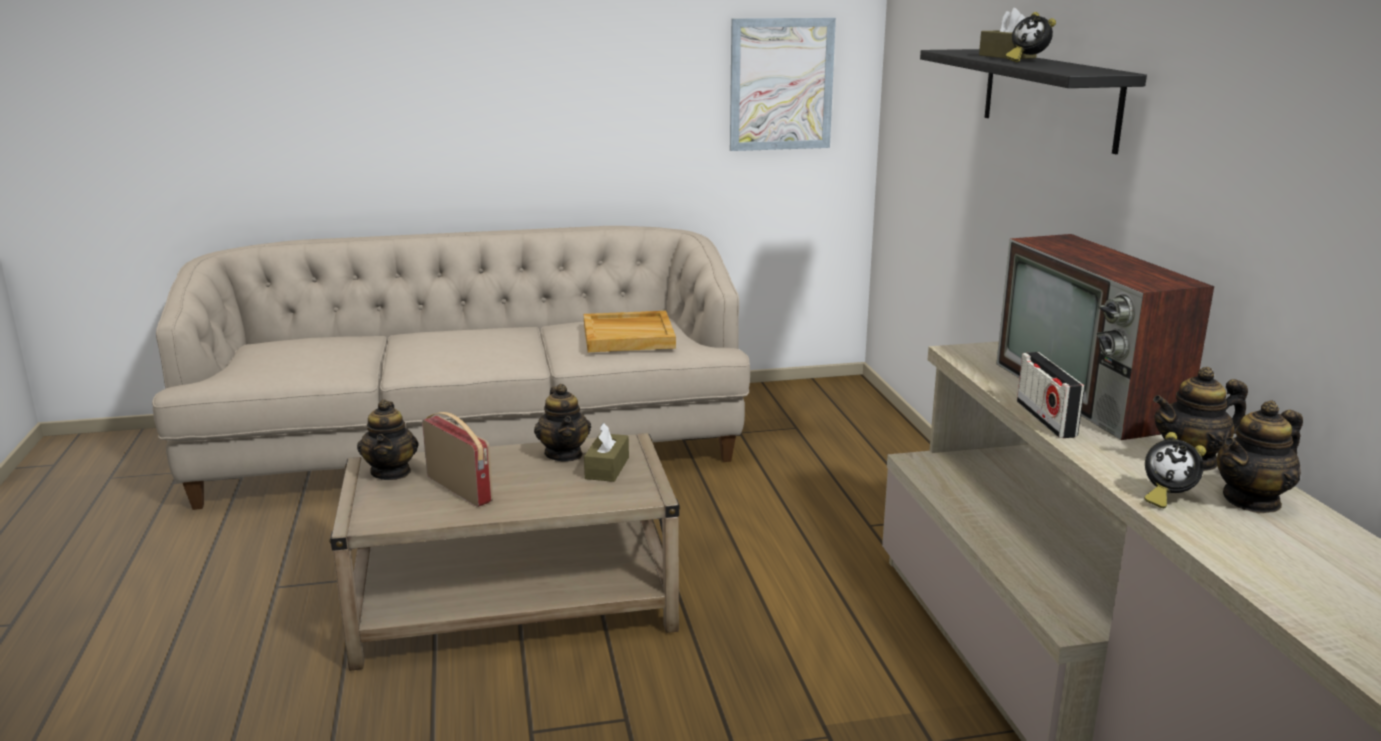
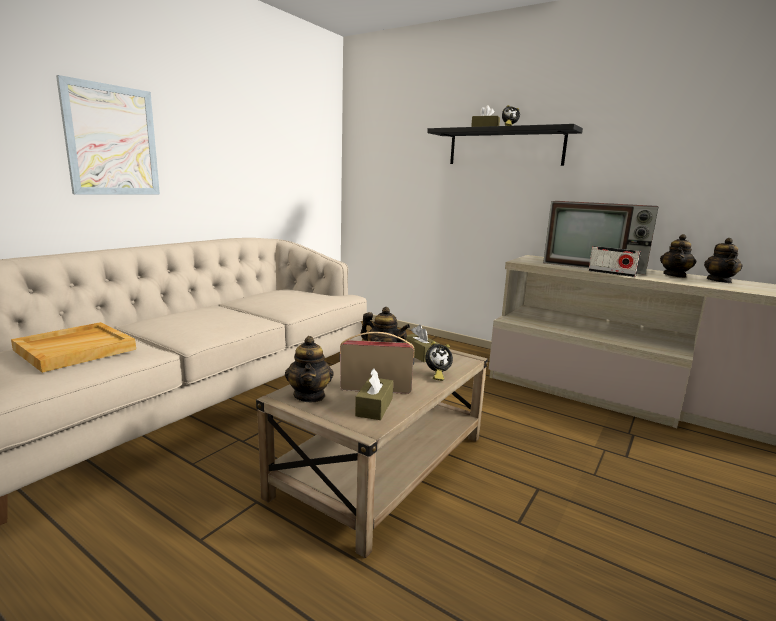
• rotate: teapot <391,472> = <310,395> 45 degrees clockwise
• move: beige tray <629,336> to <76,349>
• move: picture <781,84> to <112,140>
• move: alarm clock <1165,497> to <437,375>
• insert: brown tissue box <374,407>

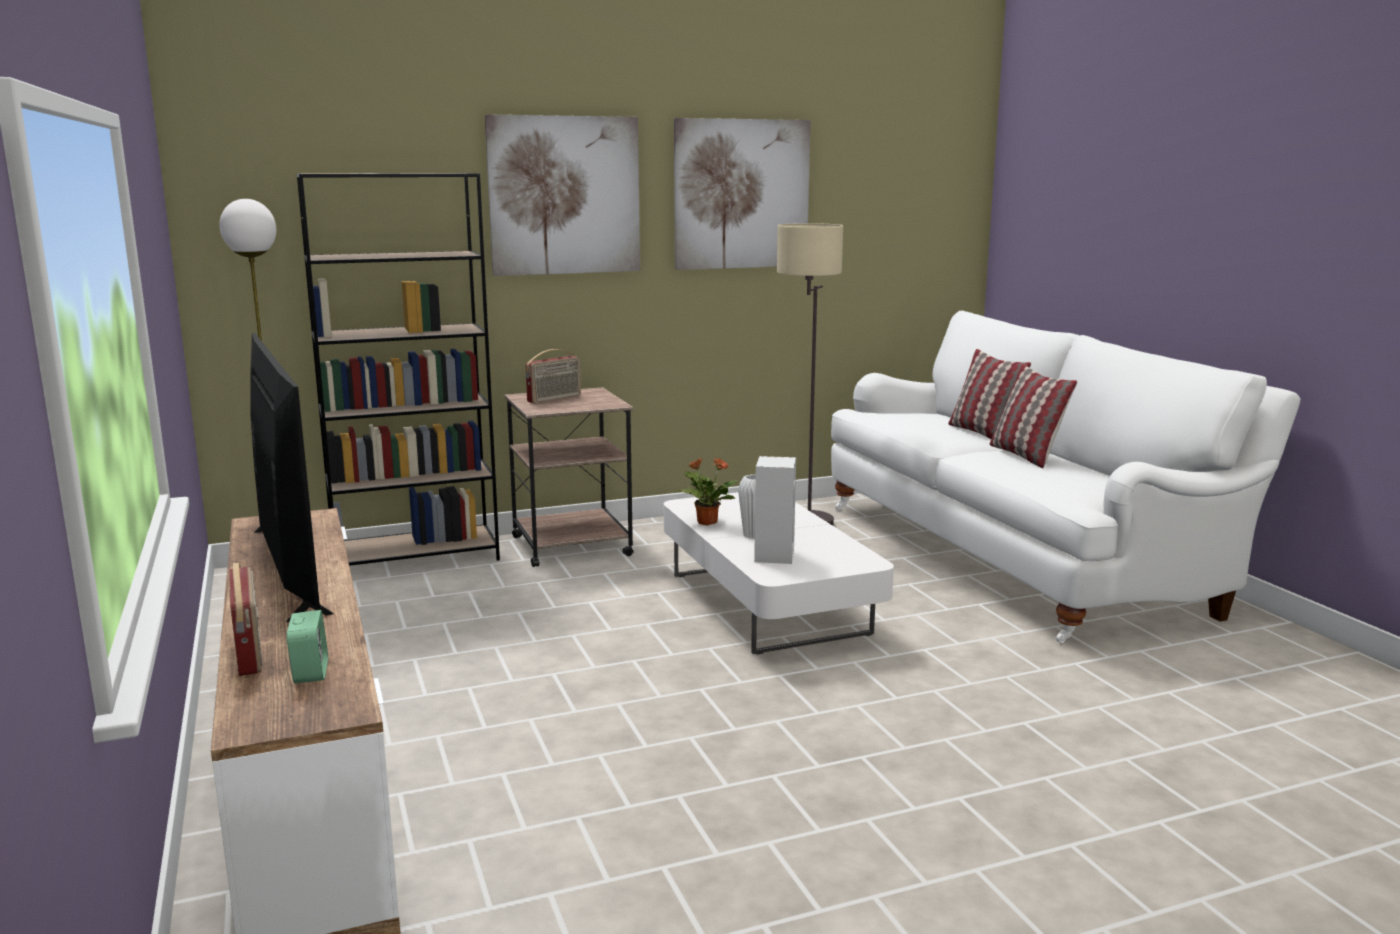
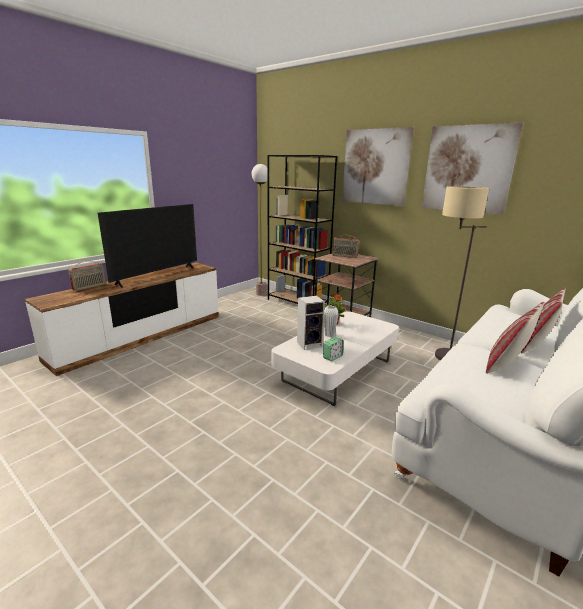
• move: alarm clock <310,672> to <332,357>

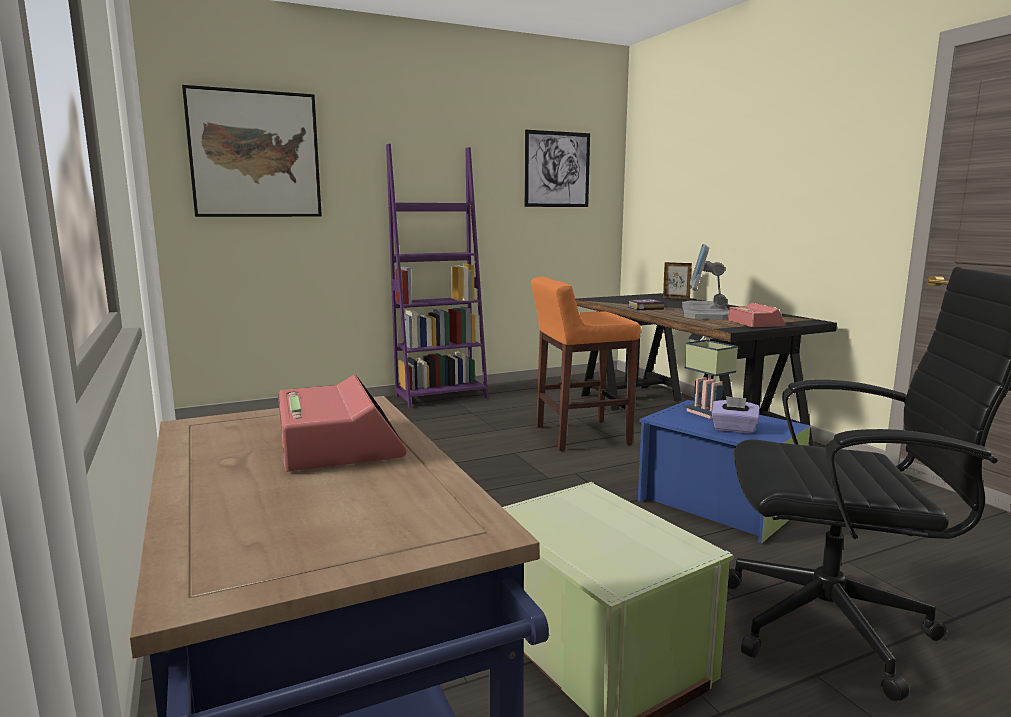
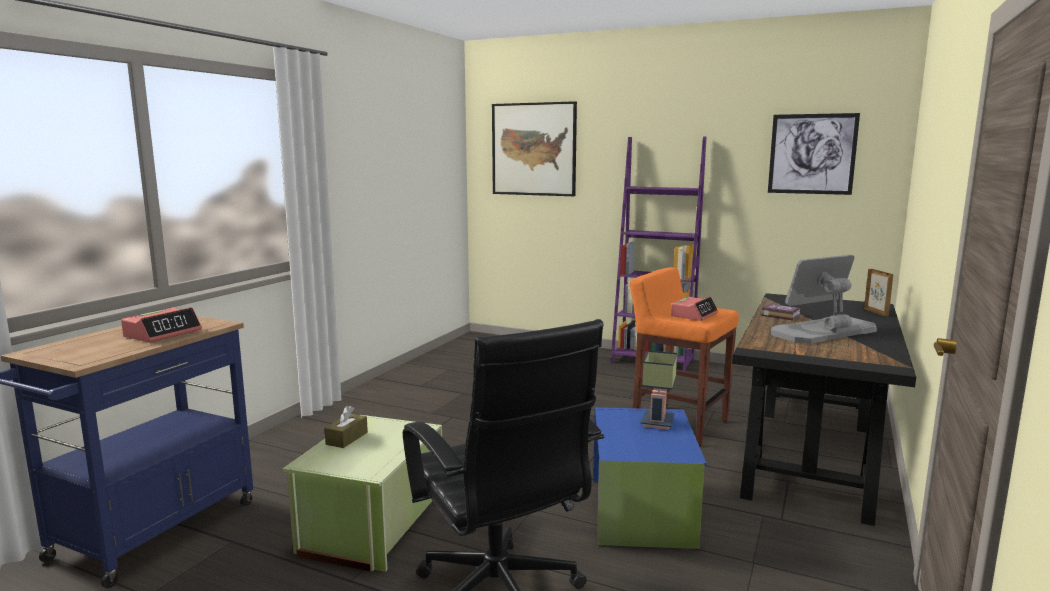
• delete: purple tissue box <733,429>
• move: alarm clock <755,323> to <694,315>
• insert: brown tissue box <347,438>

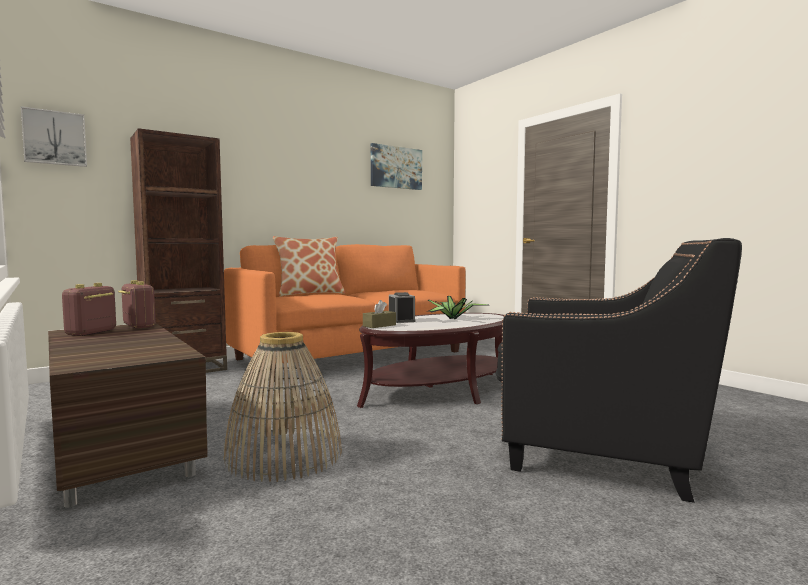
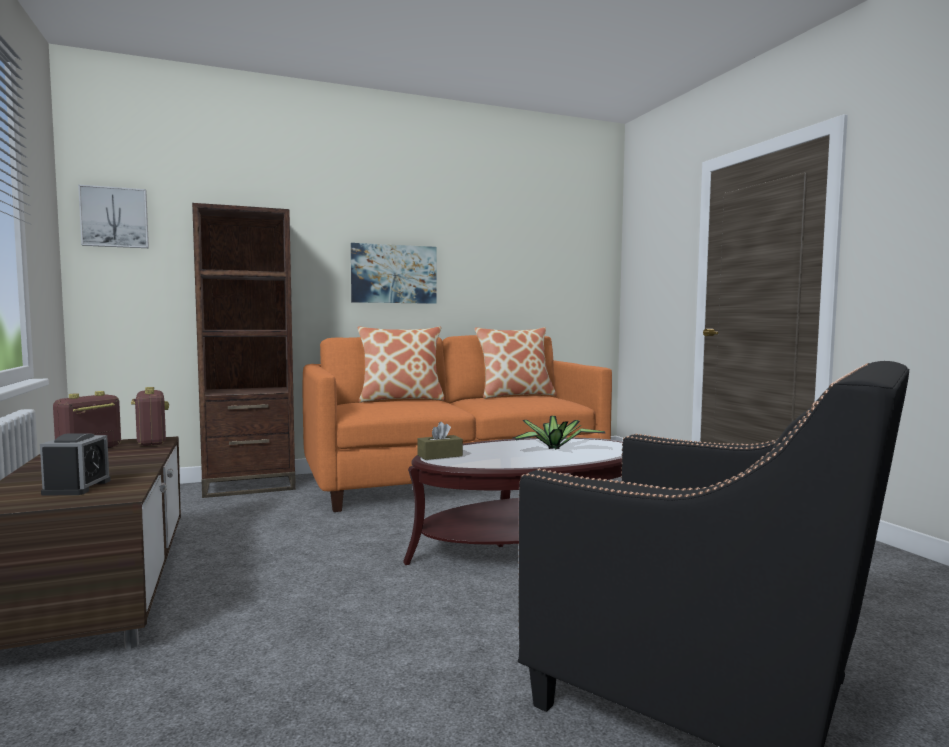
• delete: basket <284,455>
• move: picture <396,167> to <394,274>
• move: alarm clock <401,320> to <77,487>
• insert: pillow <515,395>

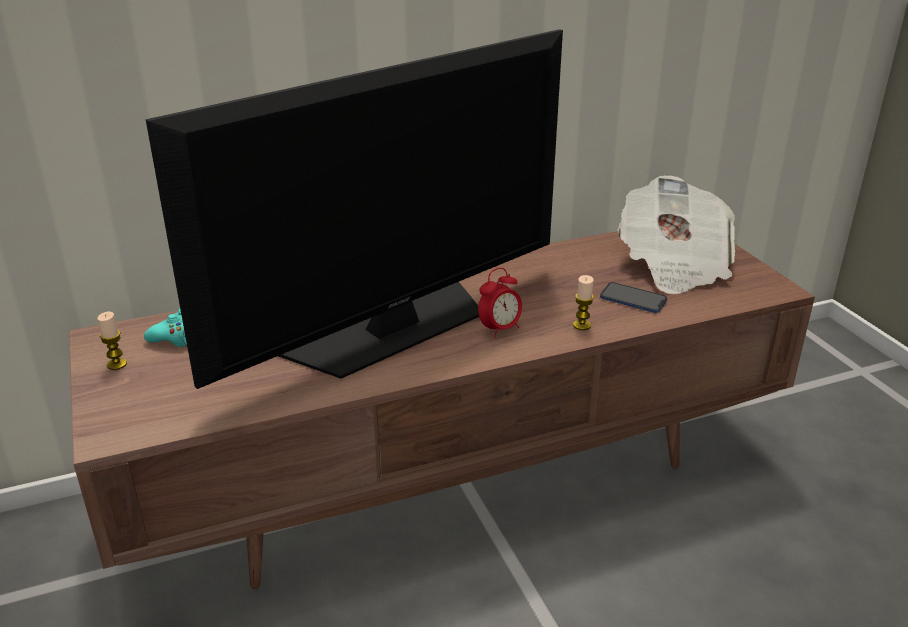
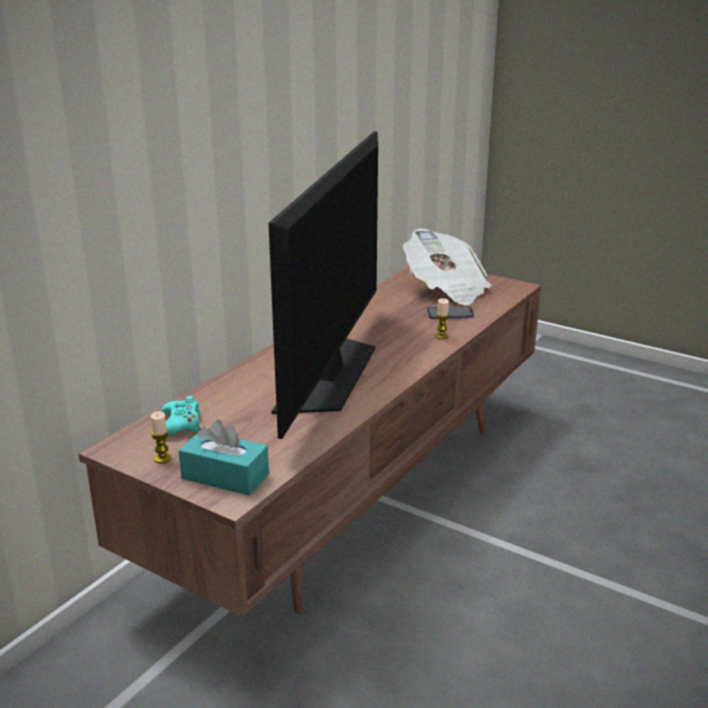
• delete: alarm clock <500,329>
• insert: turquoise tissue box <225,476>

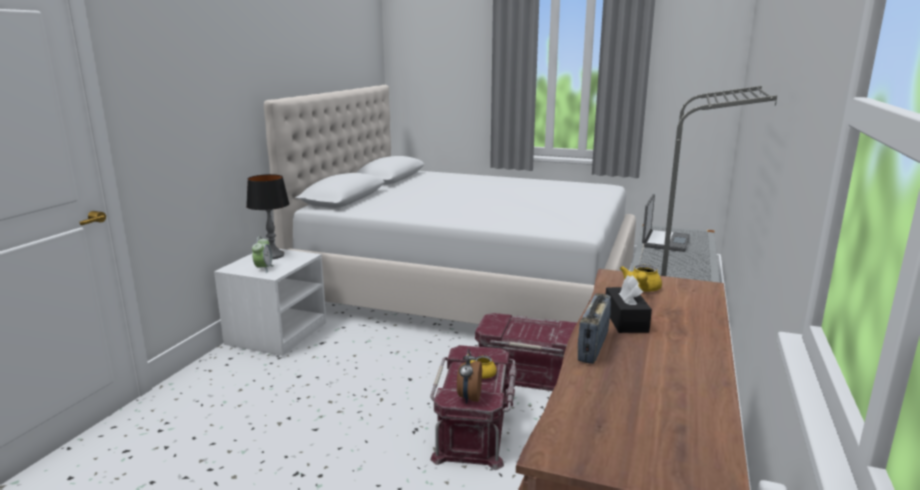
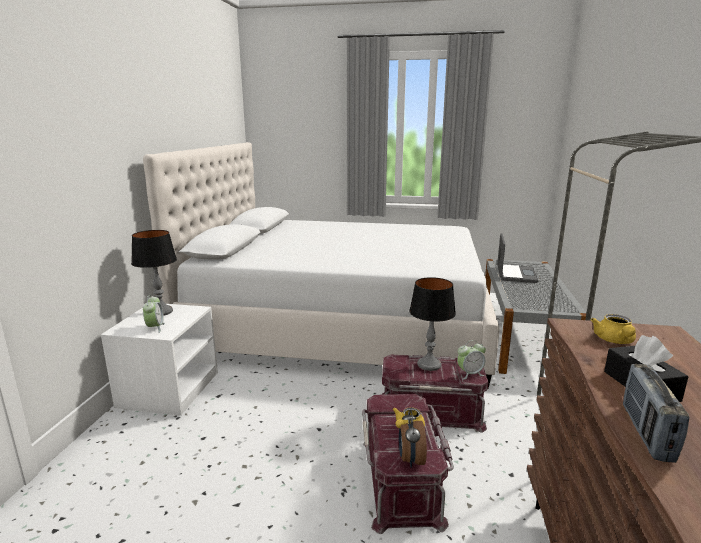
• insert: table lamp <429,365>
• insert: alarm clock <470,374>

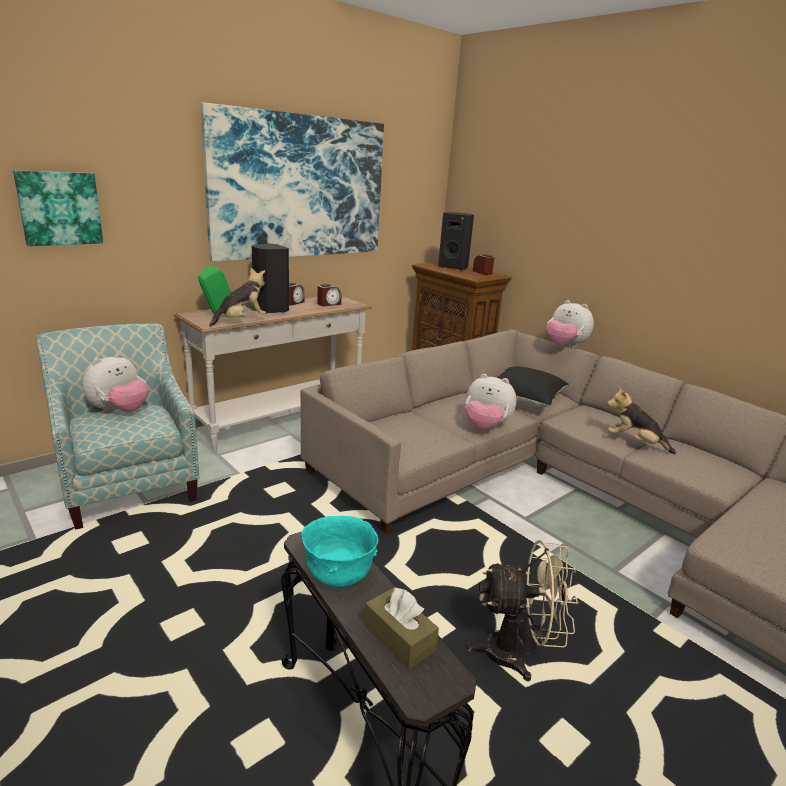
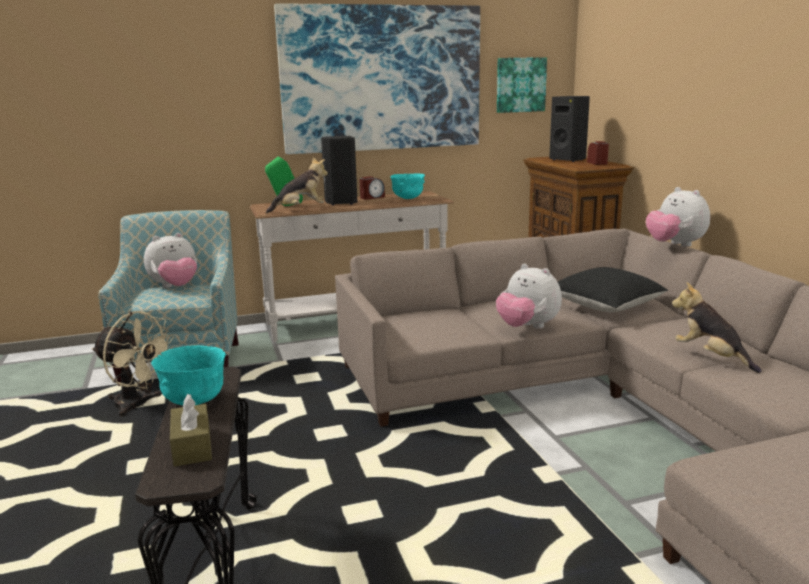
• move: picture <59,208> to <520,85>
• replace: alarm clock <328,304> to turquoise bowl <407,198>
• move: beige fan <516,654> to <138,405>

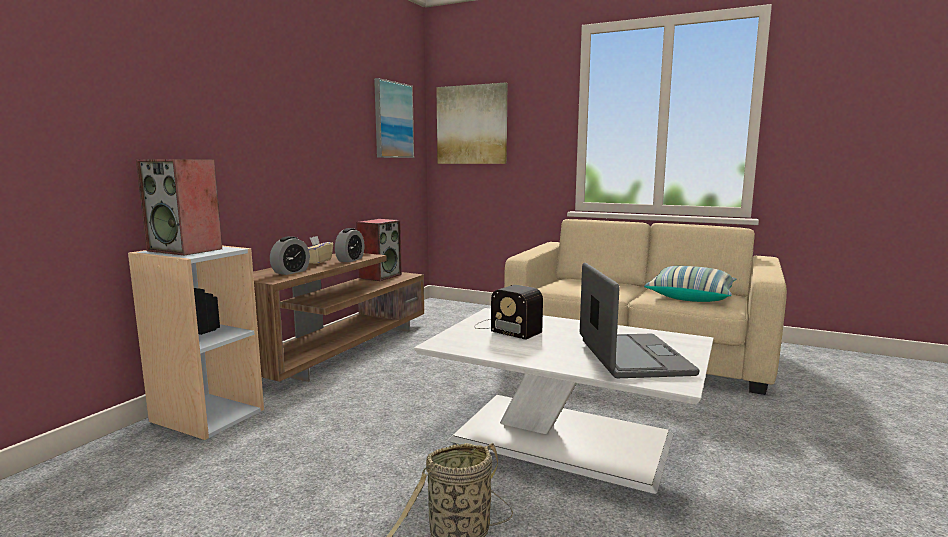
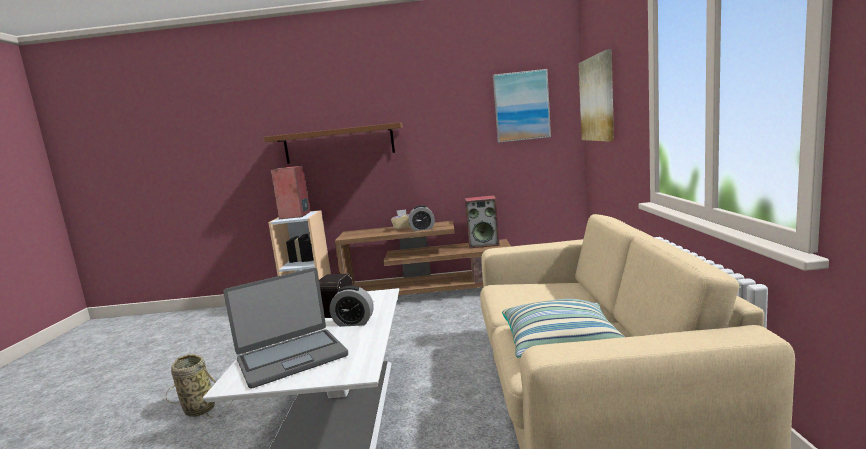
• move: alarm clock <291,272> to <353,323>
• insert: brown shelf <339,144>

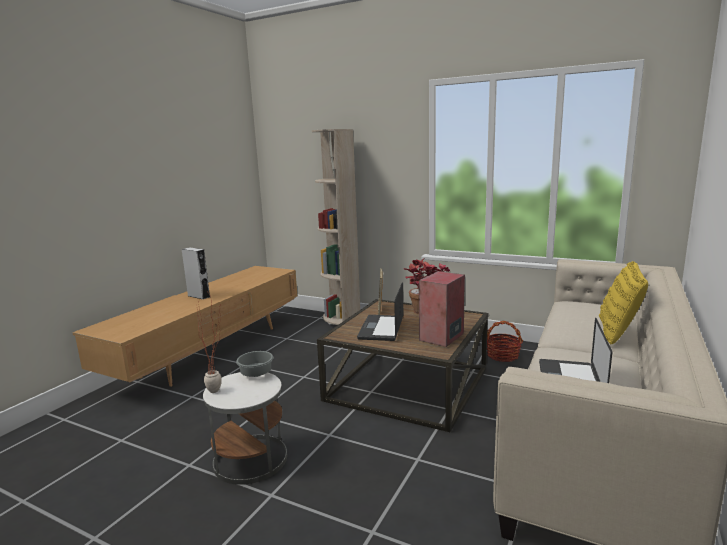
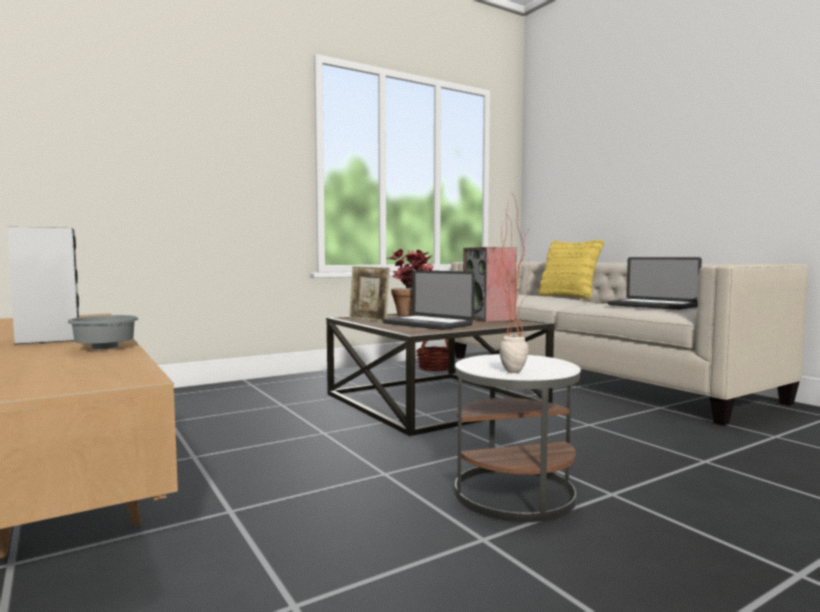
• move: grey bowl <255,374> to <103,348>
• delete: beige bookcase <339,322>

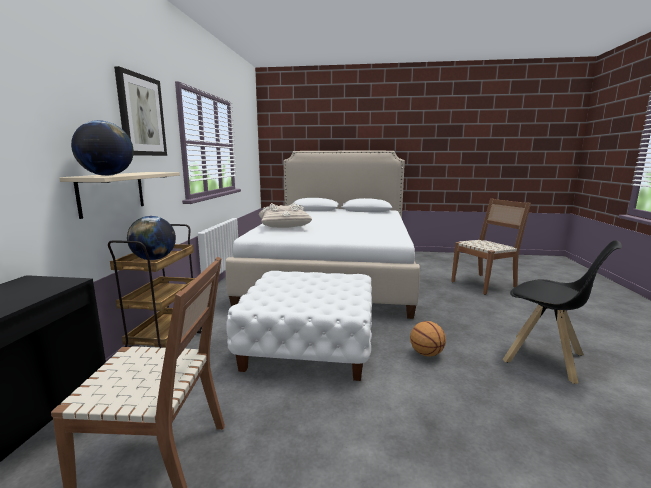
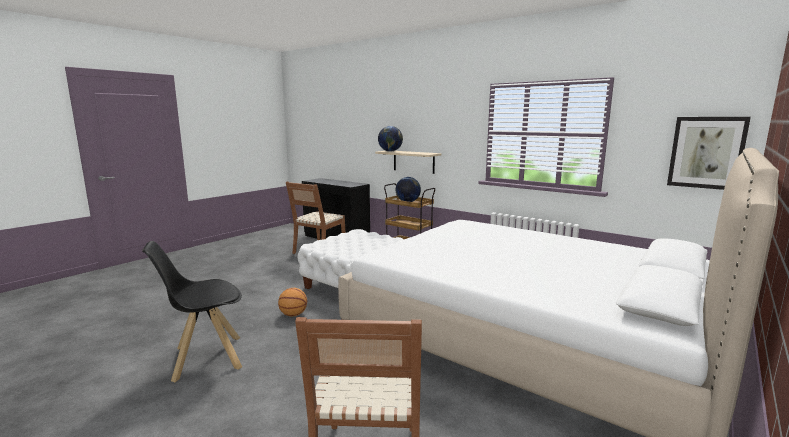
• move: picture <141,116> to <706,152>
• delete: beige pillow <284,226>

